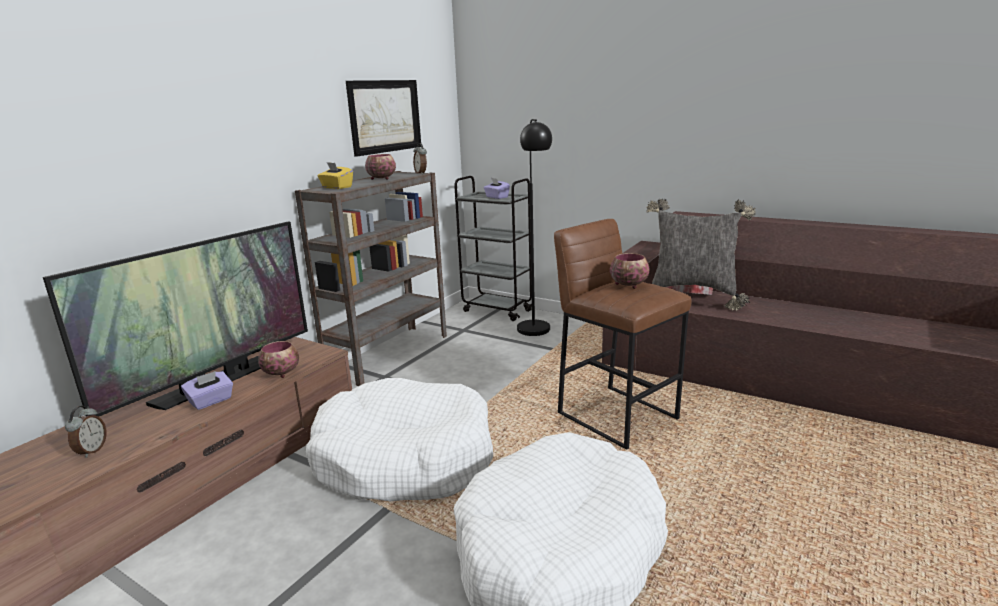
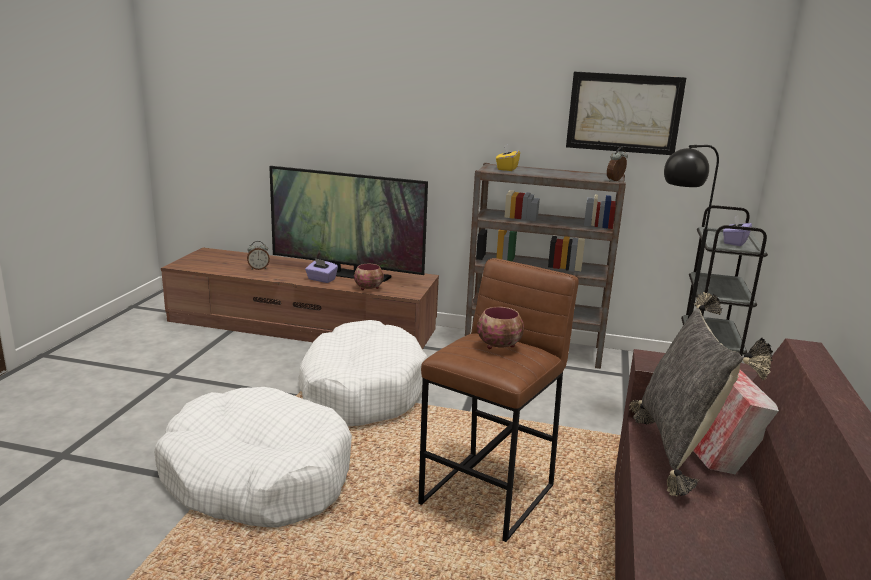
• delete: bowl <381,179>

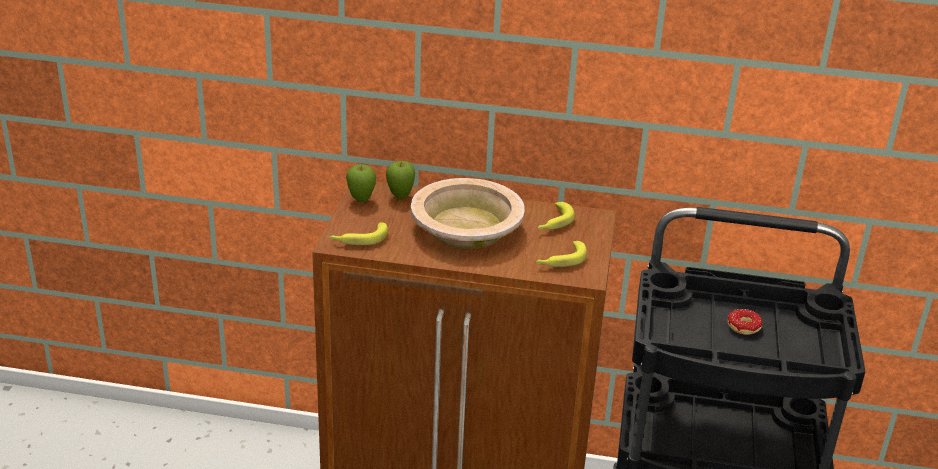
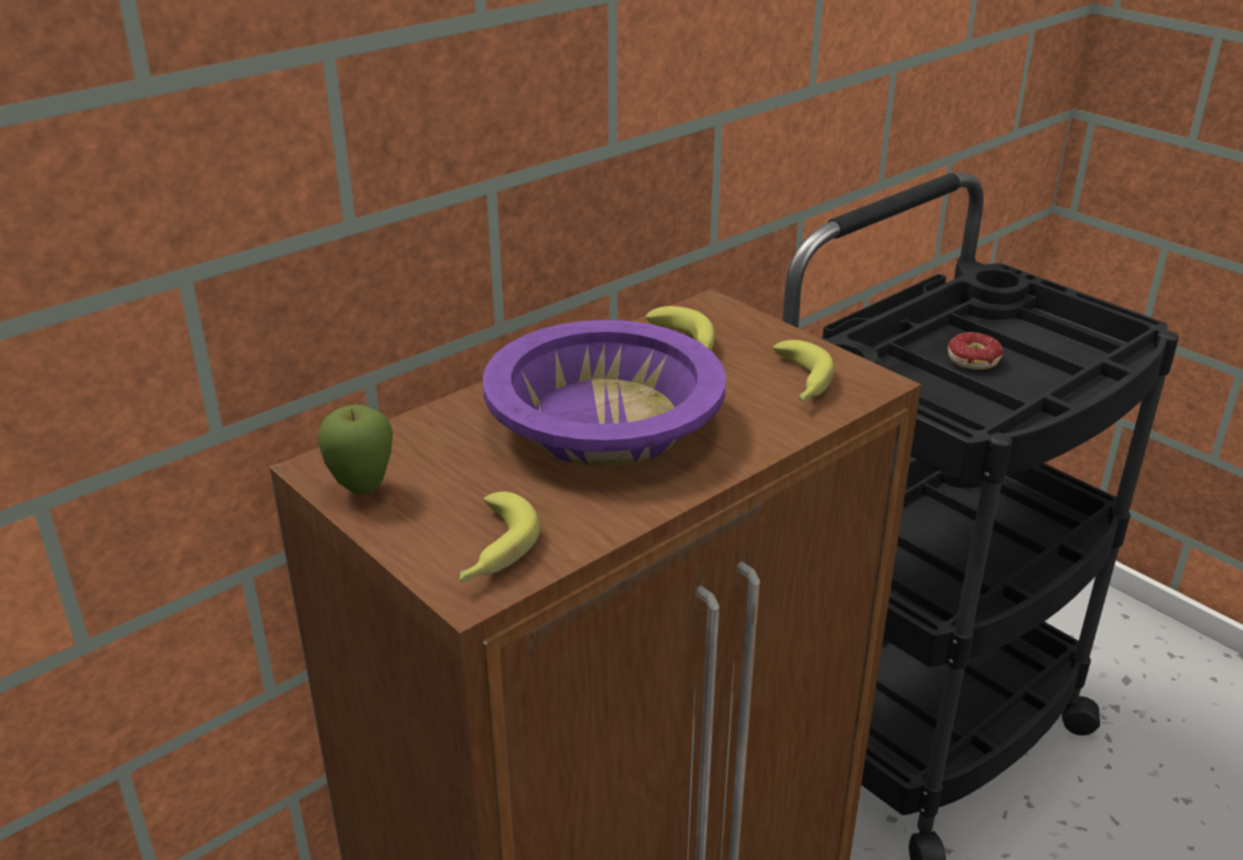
• delete: apple <400,196>
• recolor: beige bowl <467,228> to purple bowl <605,423>

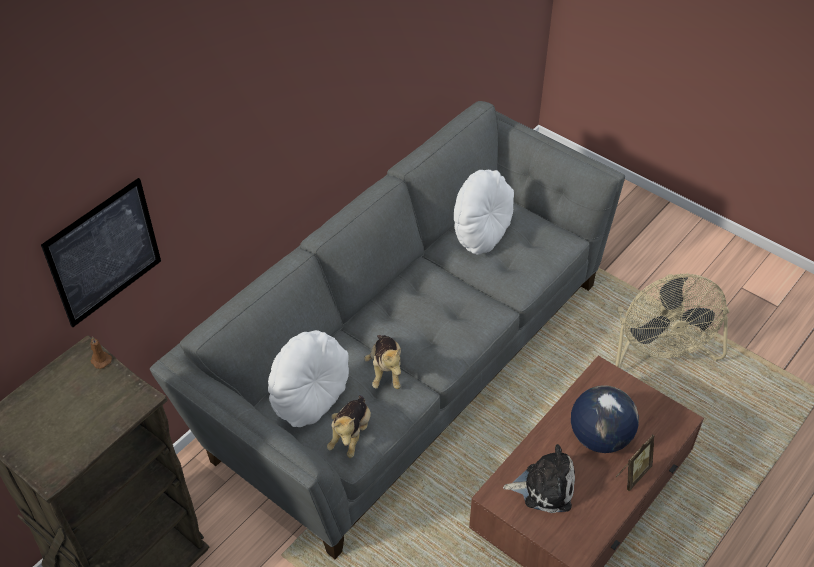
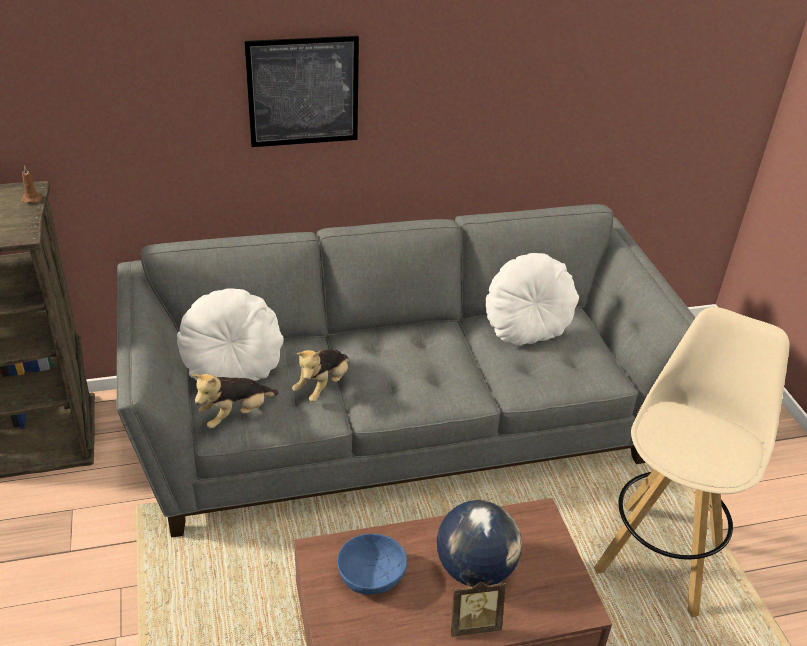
• move: picture <104,252> to <303,92>
• replace: plush toy <544,487> to blue bowl <371,576>
• replace: beige fan <656,349> to beige stool <661,556>

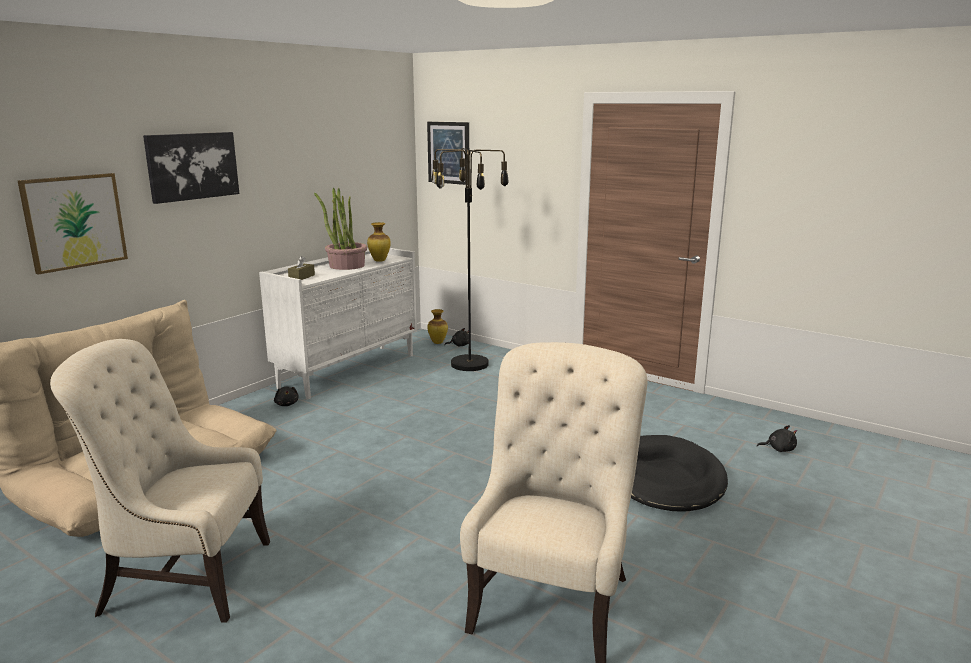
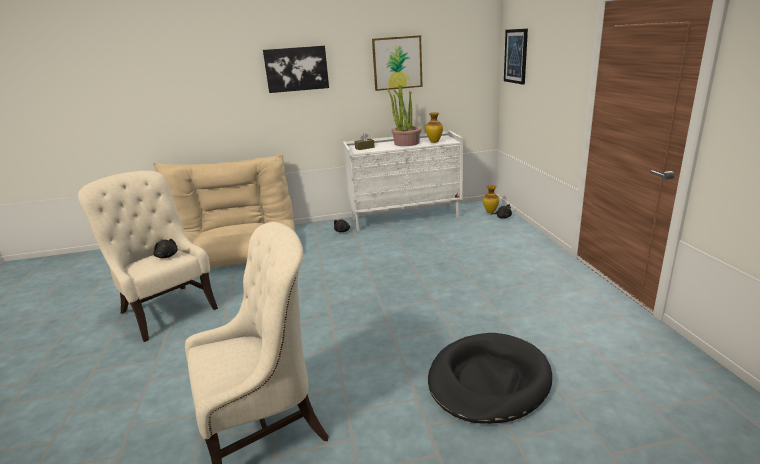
• move: picture <74,221> to <397,63>
• delete: floor lamp <468,364>
• move: black plush toy <779,449> to <167,256>

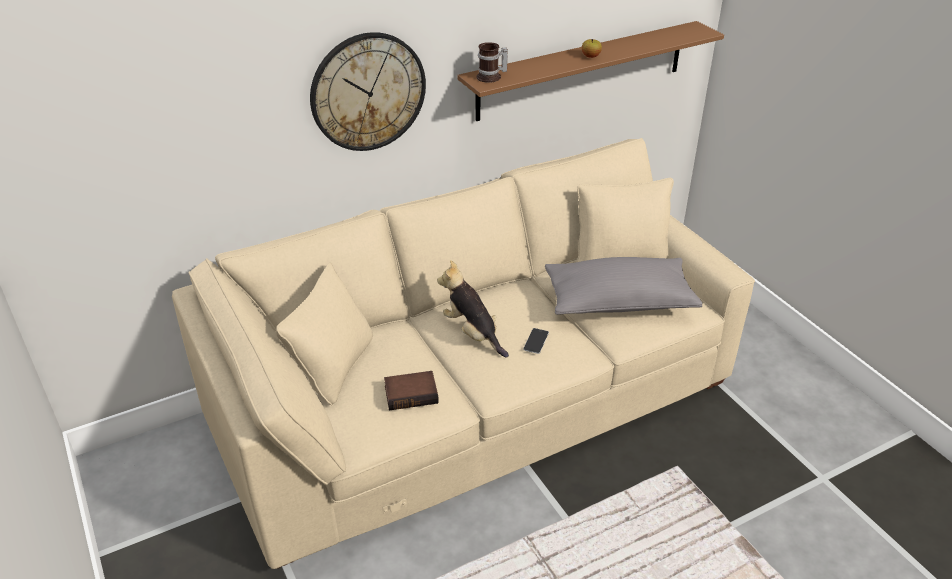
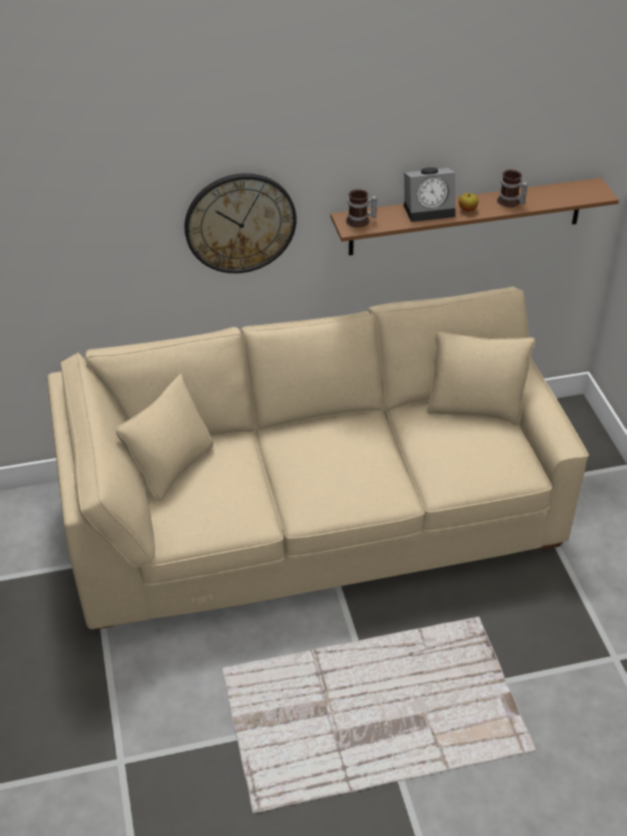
• delete: book <411,393>
• delete: plush toy <473,333>
• delete: phone <536,341>
• delete: grey pillow <619,302>
• insert: alarm clock <430,209>
• insert: mug <510,202>

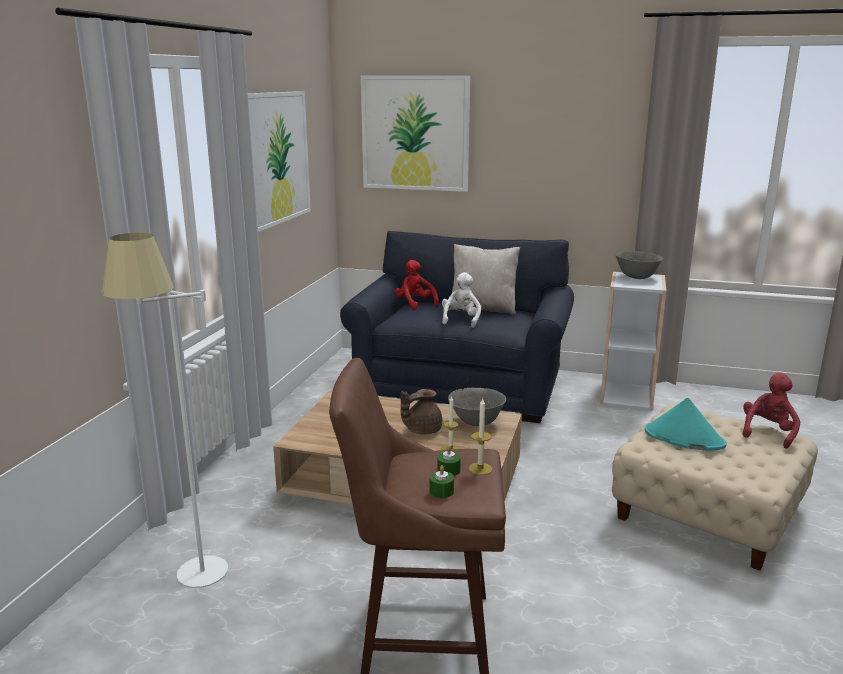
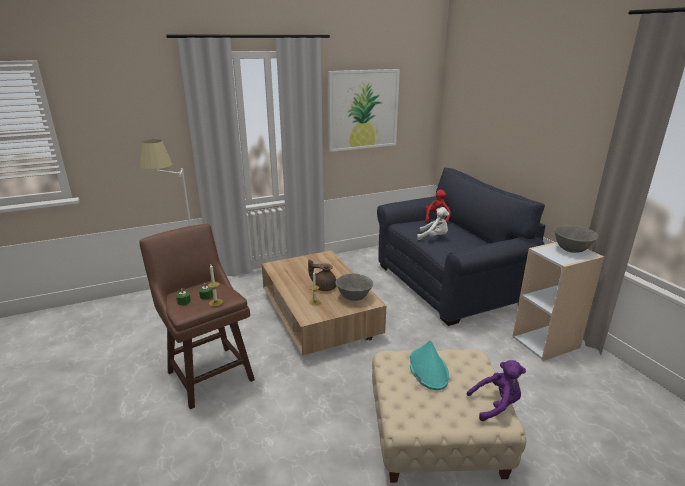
• delete: picture <415,133>
• rotate: white plush toy <461,320> = <434,237> 45 degrees clockwise
• delete: beige pillow <483,309>
• recolor: red plush toy <768,433> to purple plush toy <496,405>

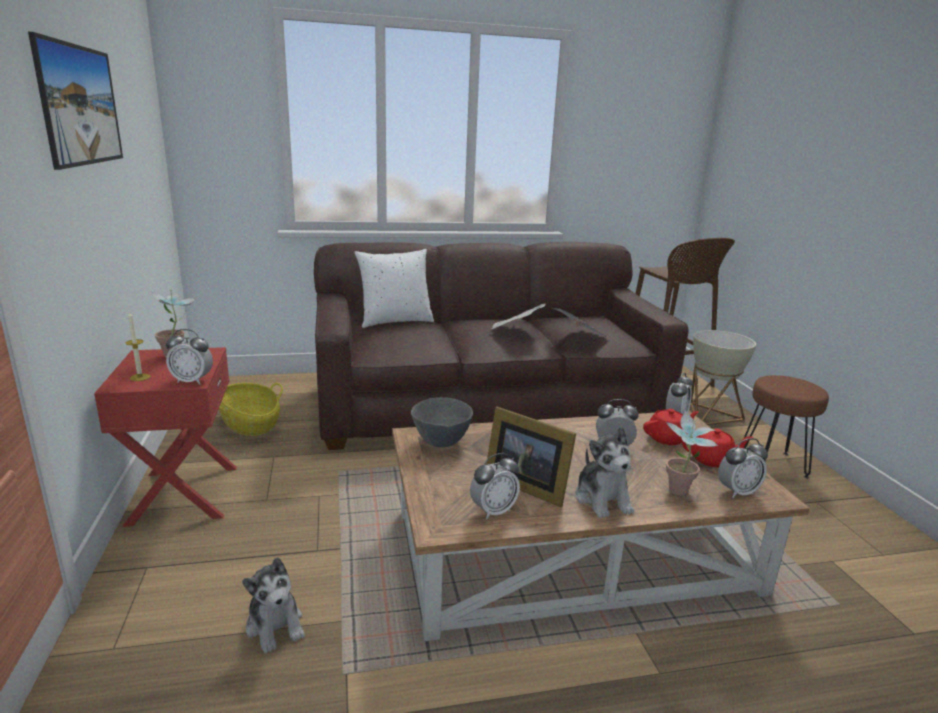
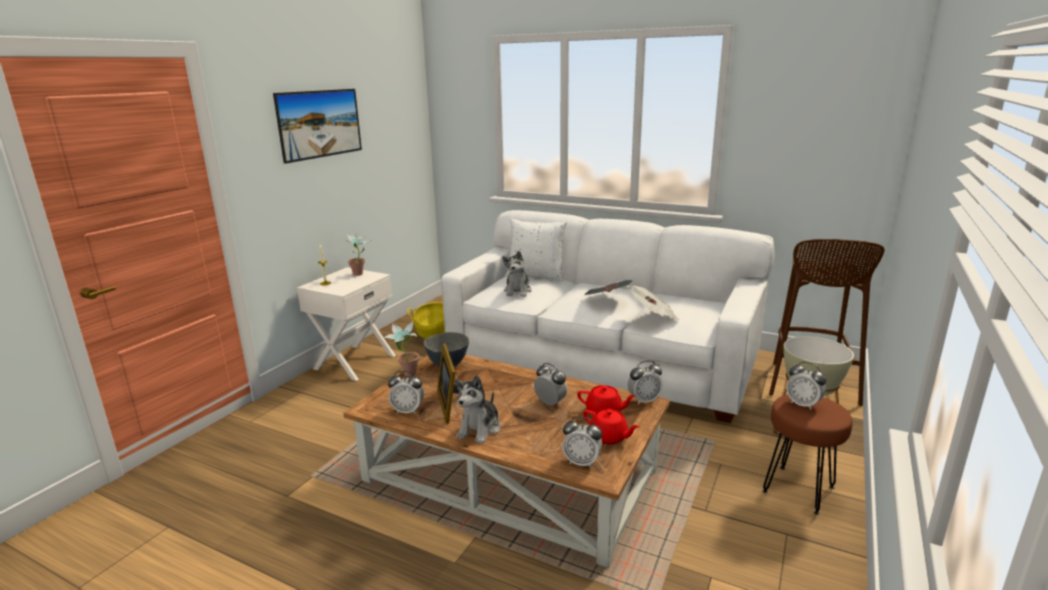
• recolor: red nightstand <182,494> to white nightstand <354,362>
• move: alarm clock <192,381> to <803,404>
• move: plush toy <275,625> to <518,291>
• recolor: brown sofa <486,406> to white sofa <600,362>
• move: potted plant <680,494> to <406,375>

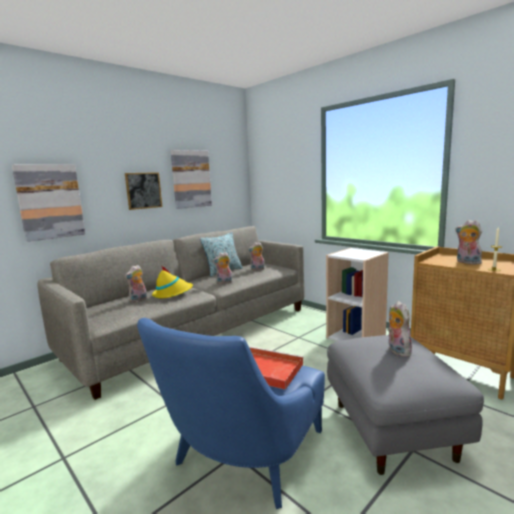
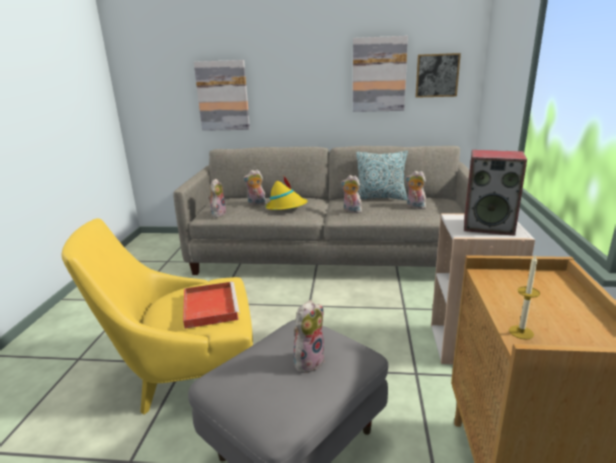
• move: picture <143,190> to <437,75>
• recolor: blue armchair <243,456> to yellow armchair <185,368>
• move: plush toy <467,262> to <218,214>
• insert: speaker <489,226>

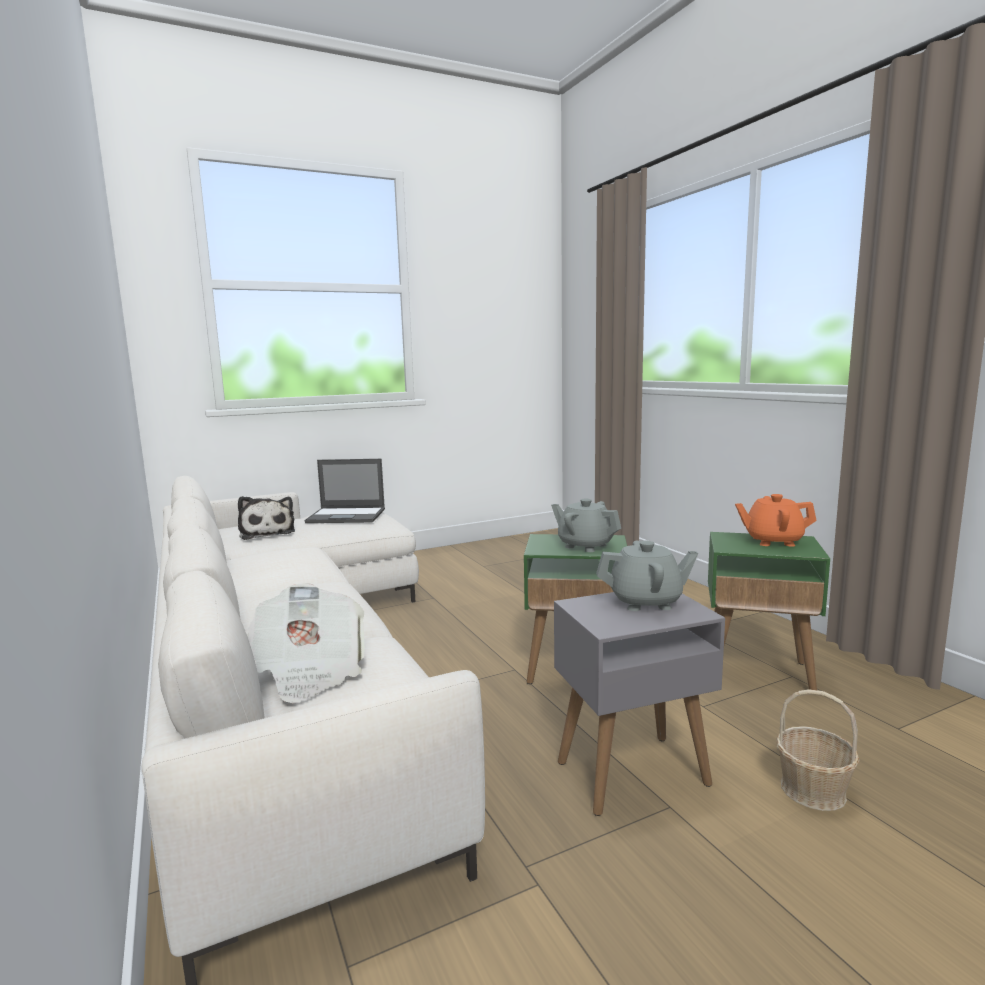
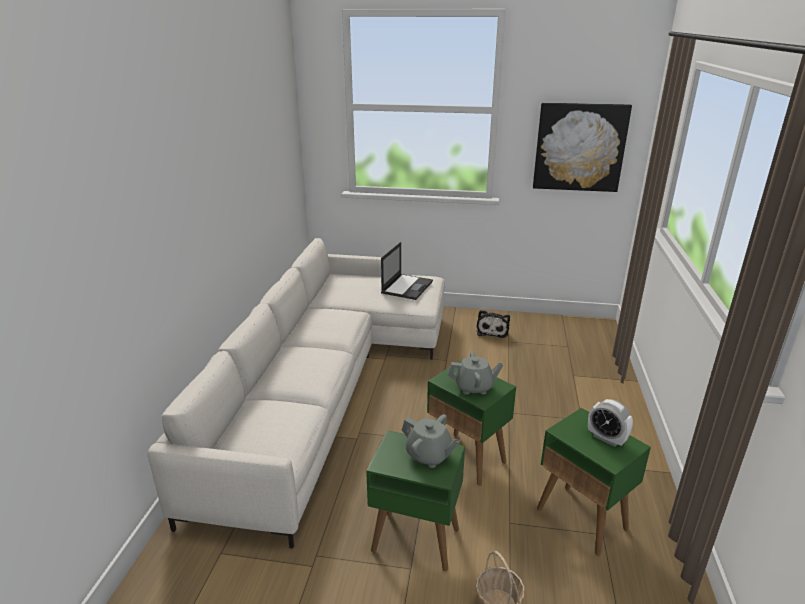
• move: plush toy <267,533> to <492,331>
• delete: newspaper <309,670>
• rotate: laptop <347,516> = <407,287> 105 degrees counterclockwise
• rotate: grey teapot <585,545> = <474,387> 105 degrees clockwise
• recolor: grey side table <631,773> to green side table <414,539>
• replace: orange teapot <773,541> to alarm clock <606,438>
• insert: picture <579,147>

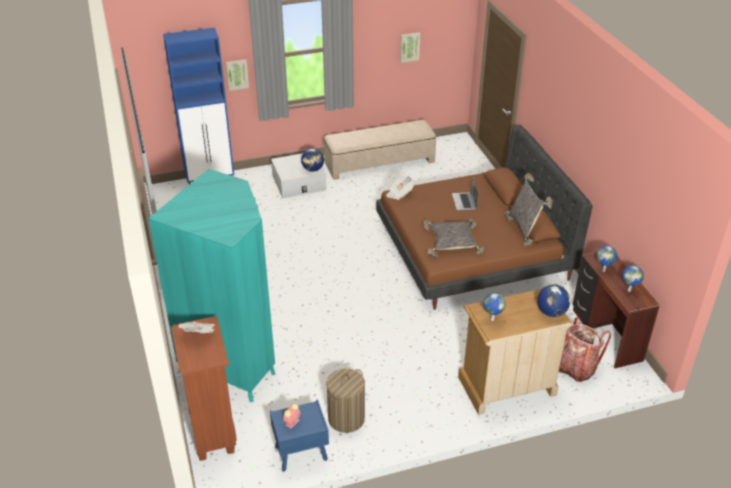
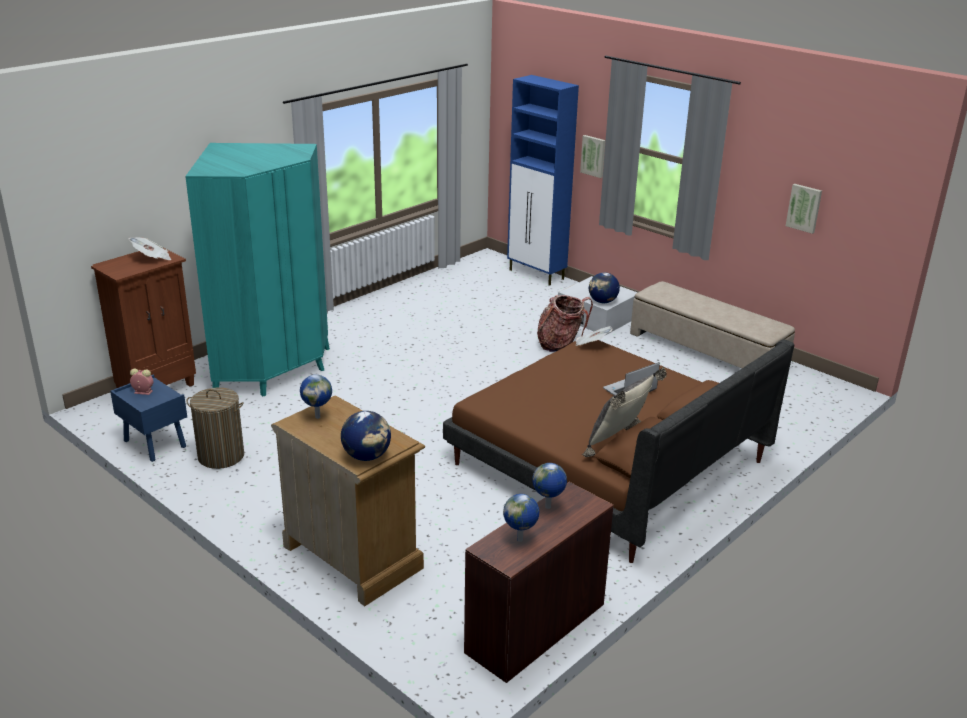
• delete: pillow <452,241>
• move: backpack <575,367> to <560,344>

